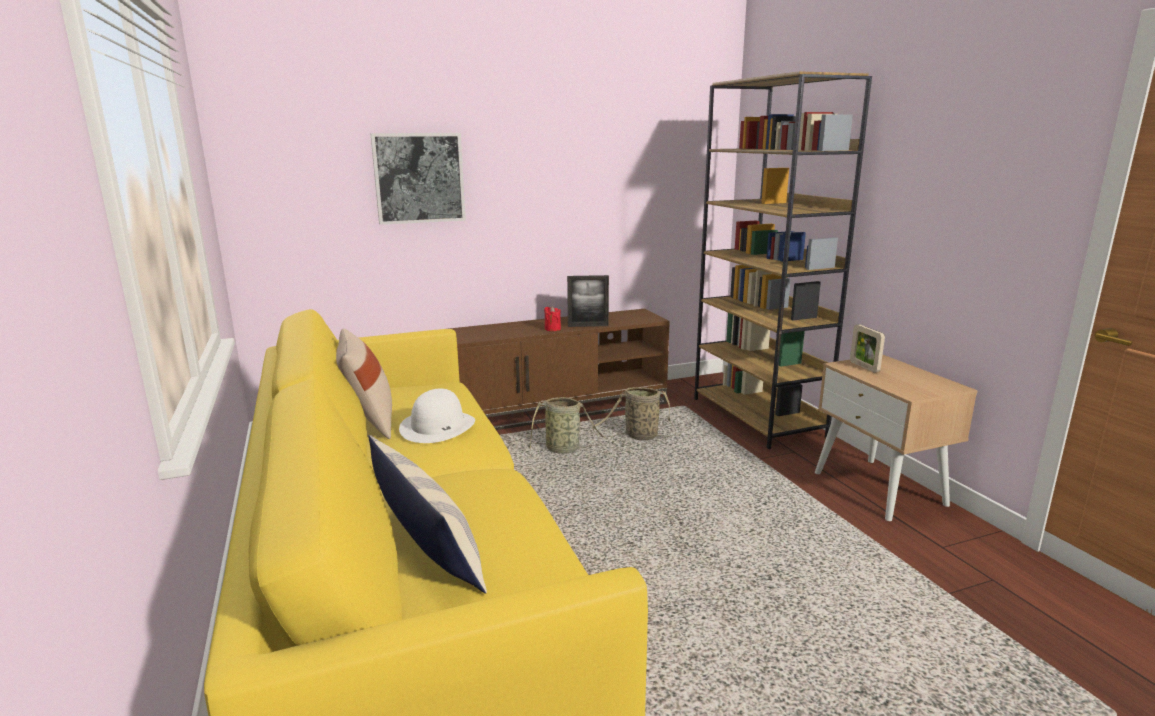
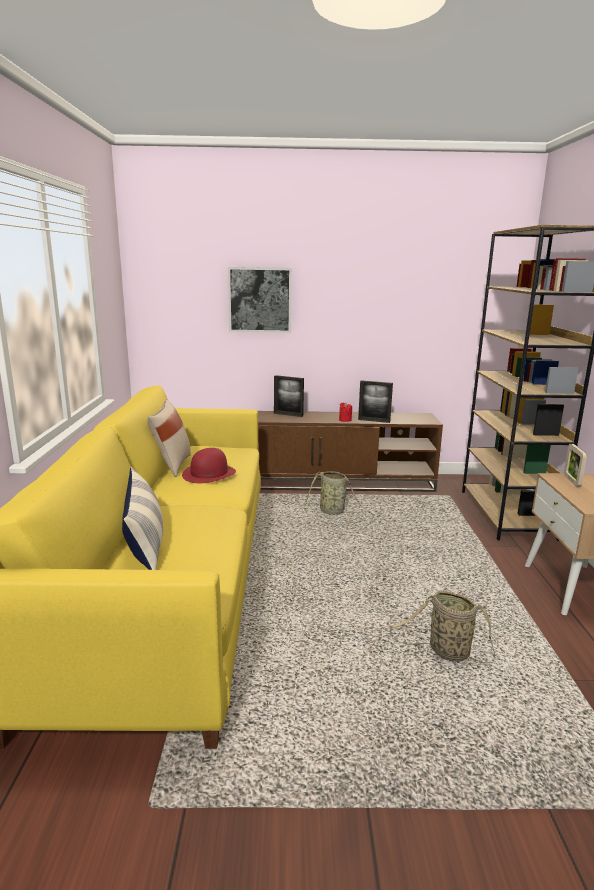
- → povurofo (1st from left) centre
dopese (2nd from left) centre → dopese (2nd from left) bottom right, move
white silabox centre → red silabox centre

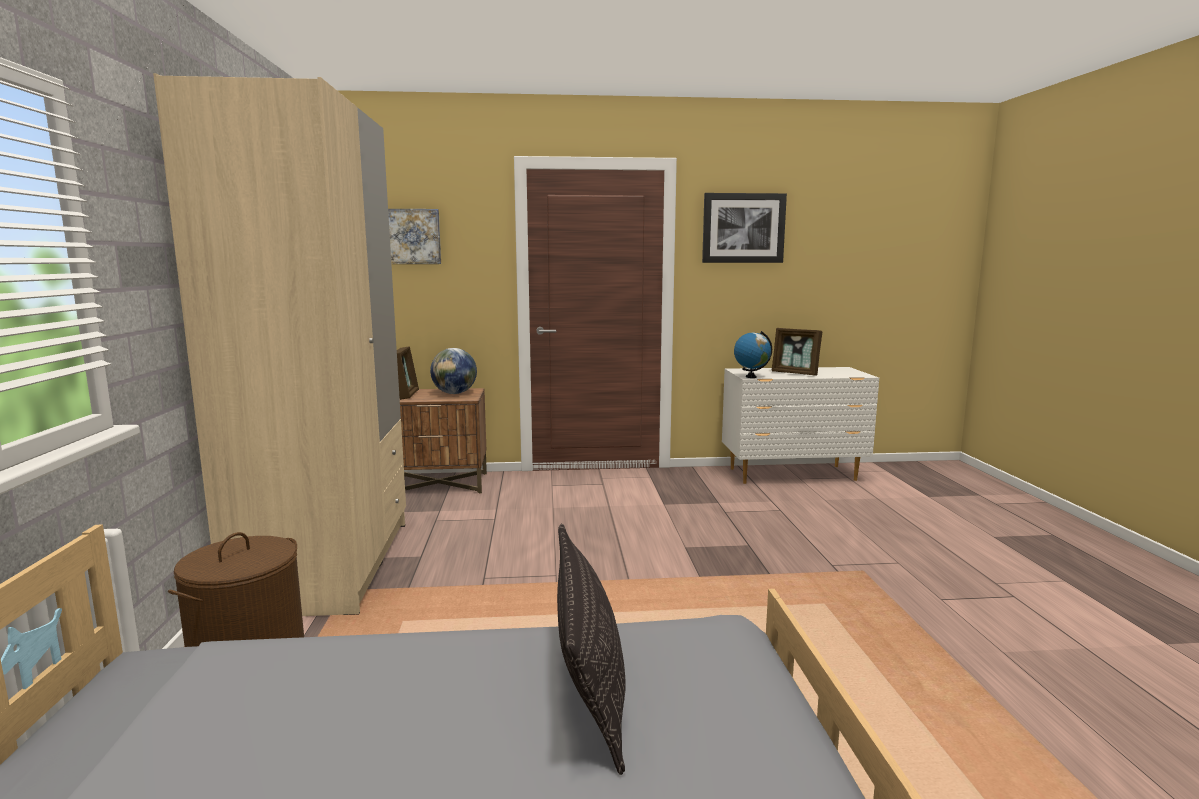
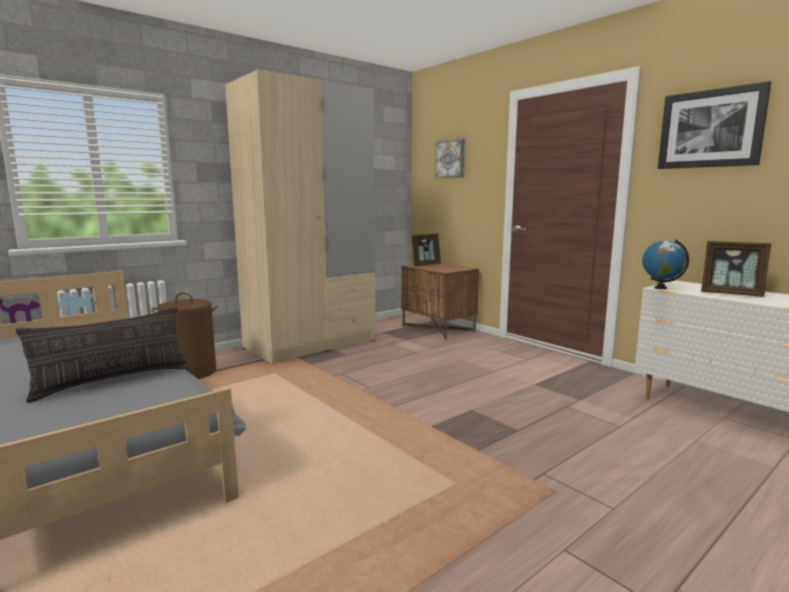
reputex (1st from left) centre → -
povurofo (2nd from left) centre → povurofo (2nd from left) middle right, 60 degrees counterclockwise

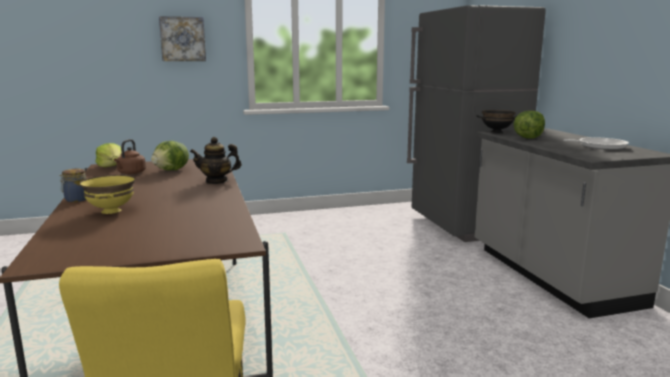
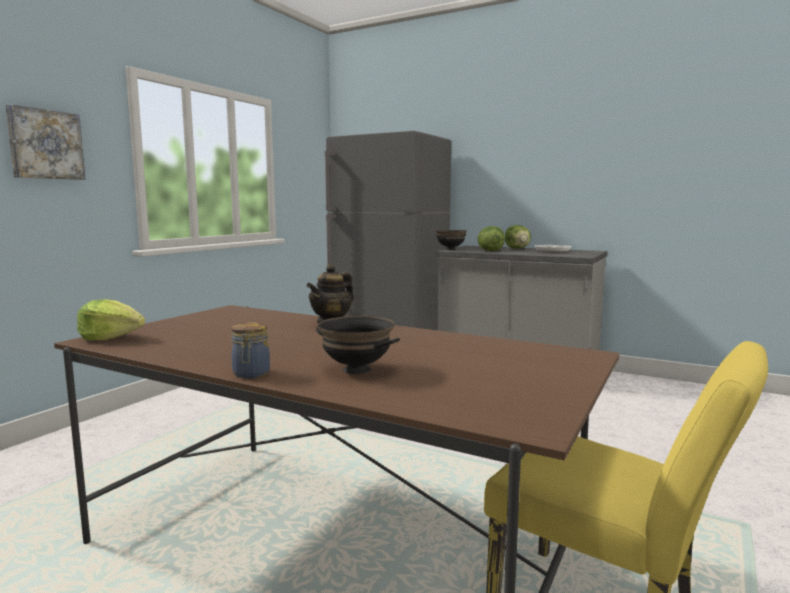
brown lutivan middle left → -
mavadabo (2nd from left in the first image) middle left → mavadabo (3rd from left) centre, move
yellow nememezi middle left → black nememezi (1st from left) centre

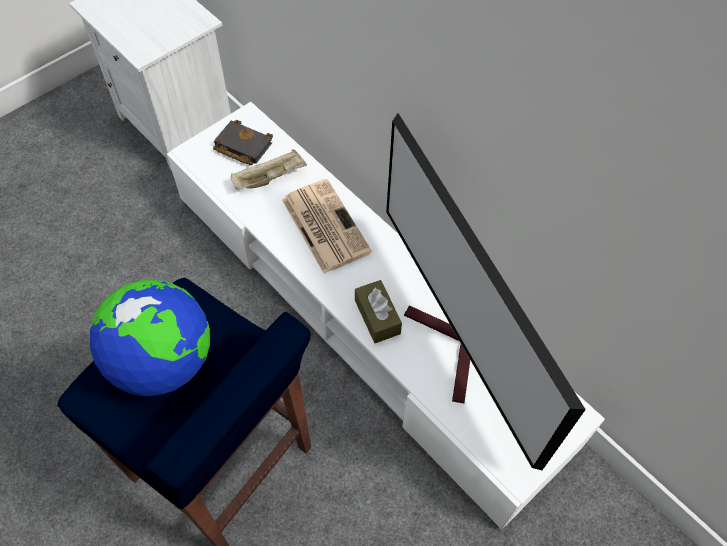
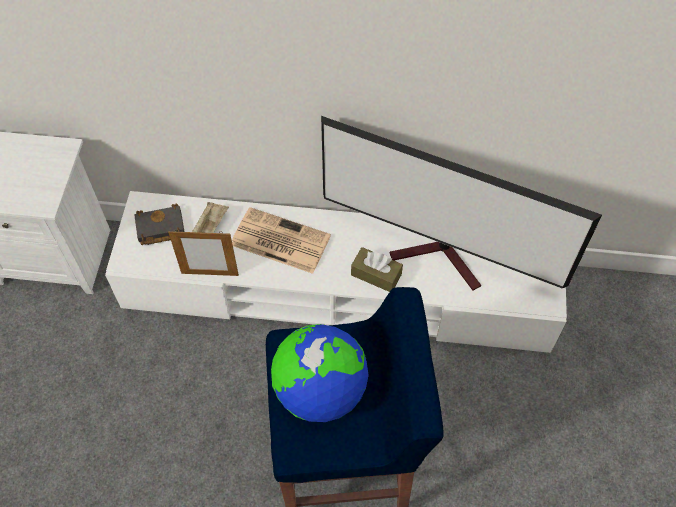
- → povurofo middle left

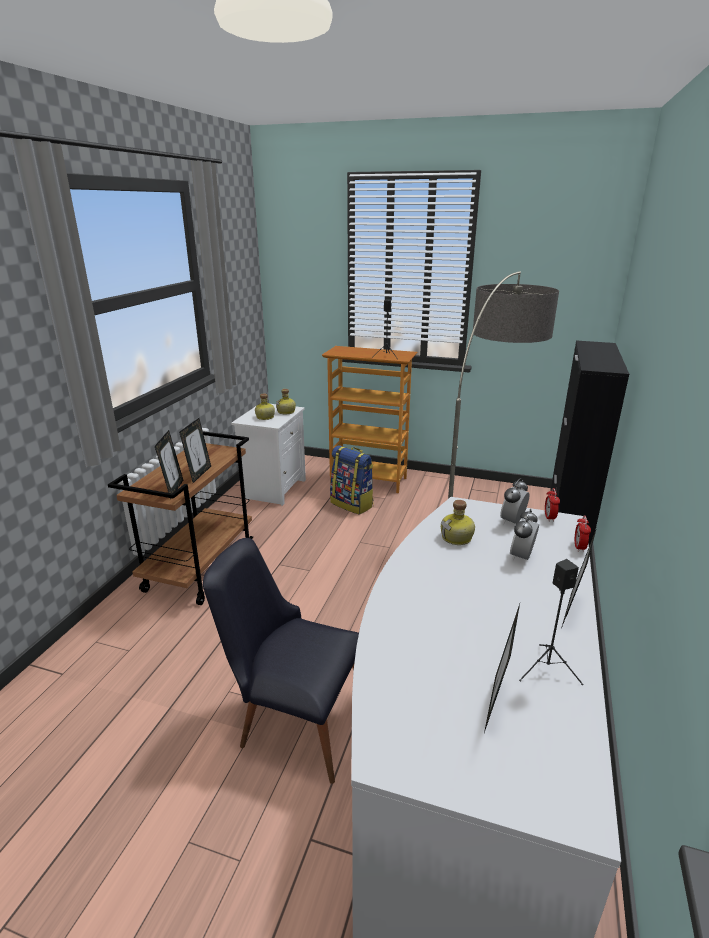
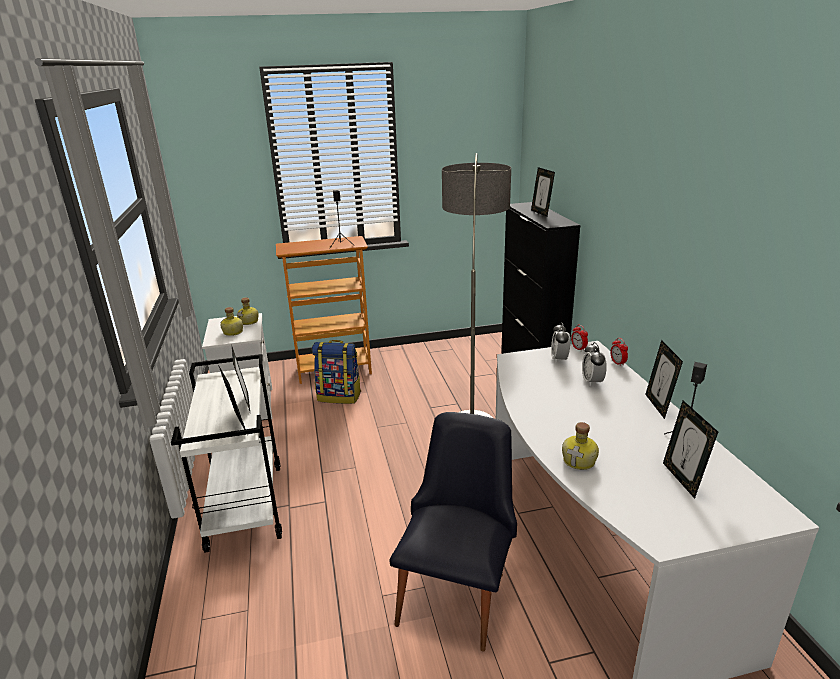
- → povurofo (3rd from left) top centre
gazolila (3rd from left) centre → gazolila (3rd from left) middle right, move
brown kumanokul middle left → white kumanokul bottom left
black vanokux bottom centre, 120 degrees clockwise

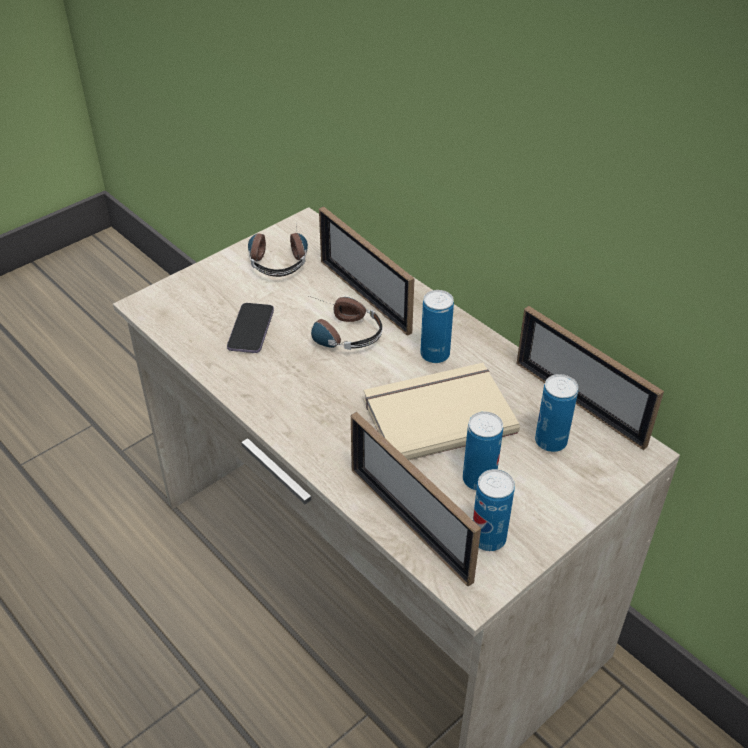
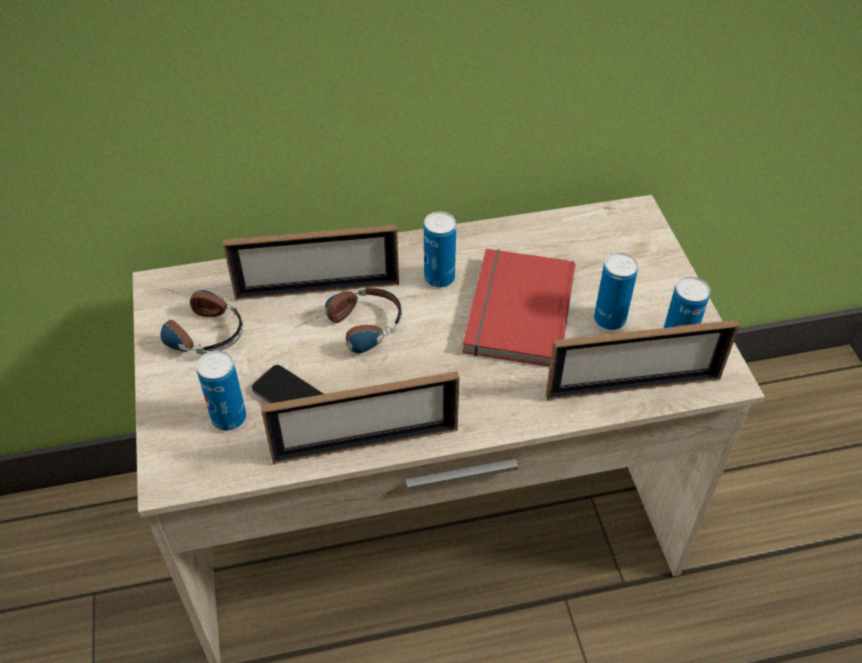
povurofo (3rd from left in the first image) middle right → povurofo (2nd from left) centre, move
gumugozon (4th from left in the first image) middle right → gumugozon (1st from left) middle left, move
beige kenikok centre → red kenikok centre

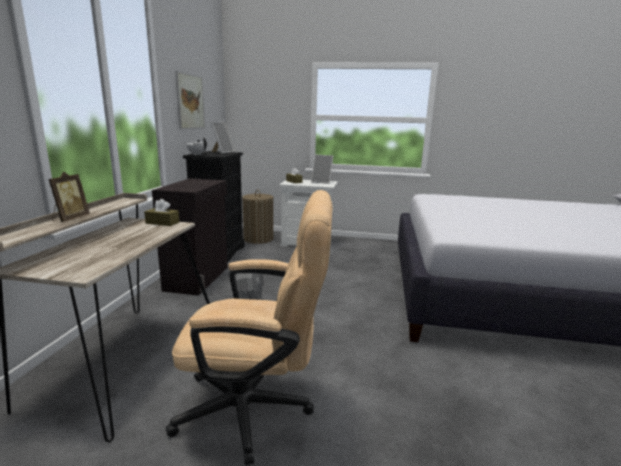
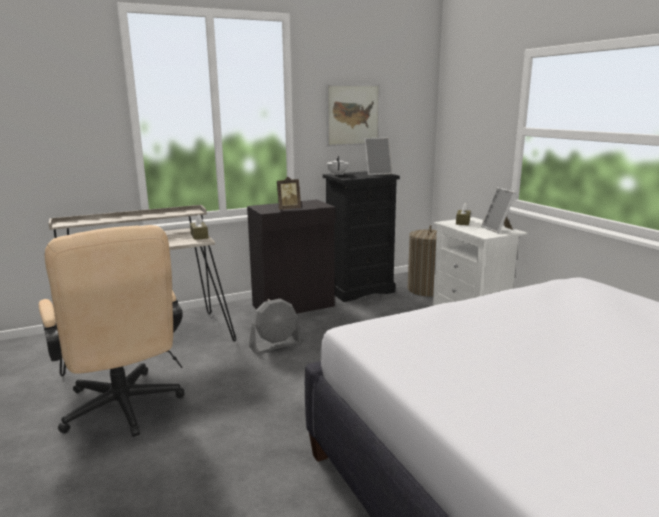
povurofo (1st from left) middle left → povurofo (1st from left) centre, move

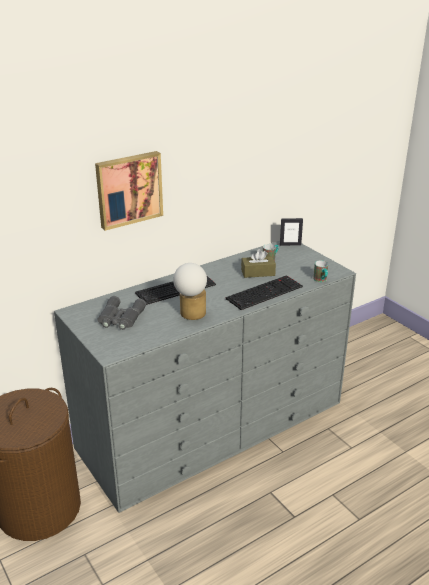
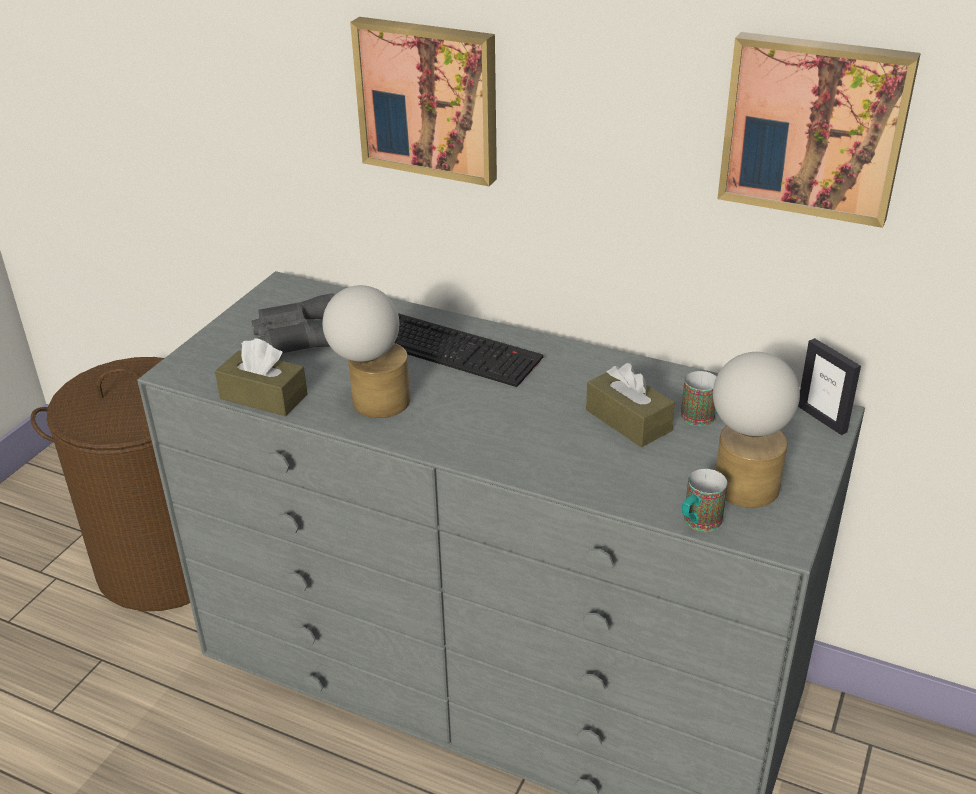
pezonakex (2nd from left) centre → -
- → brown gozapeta (1st from left) middle left
- → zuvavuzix (2nd from left) middle right
- → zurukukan (2nd from left) top right

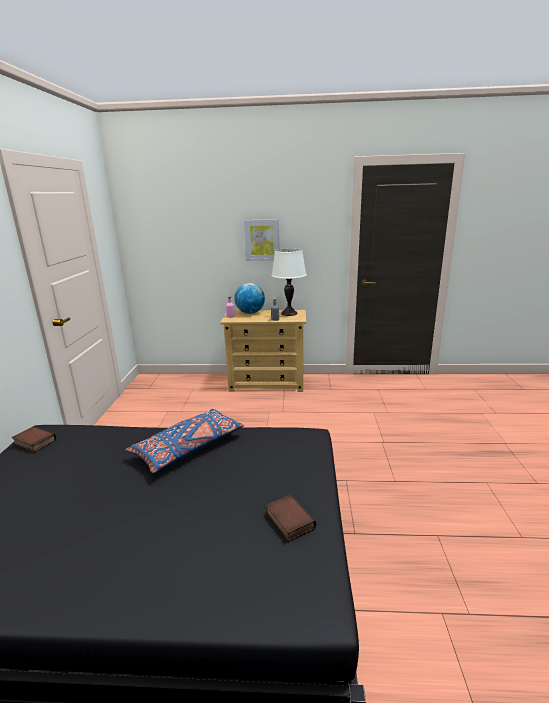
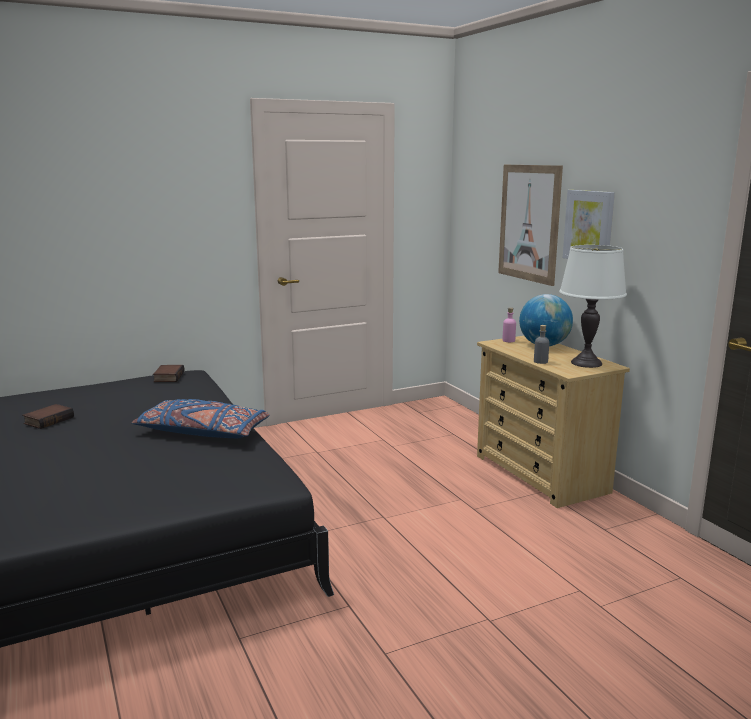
- → zurukukan (1st from left) top right
kenikok (2nd from left in the first image) bottom centre → kenikok (1st from left) middle left, move

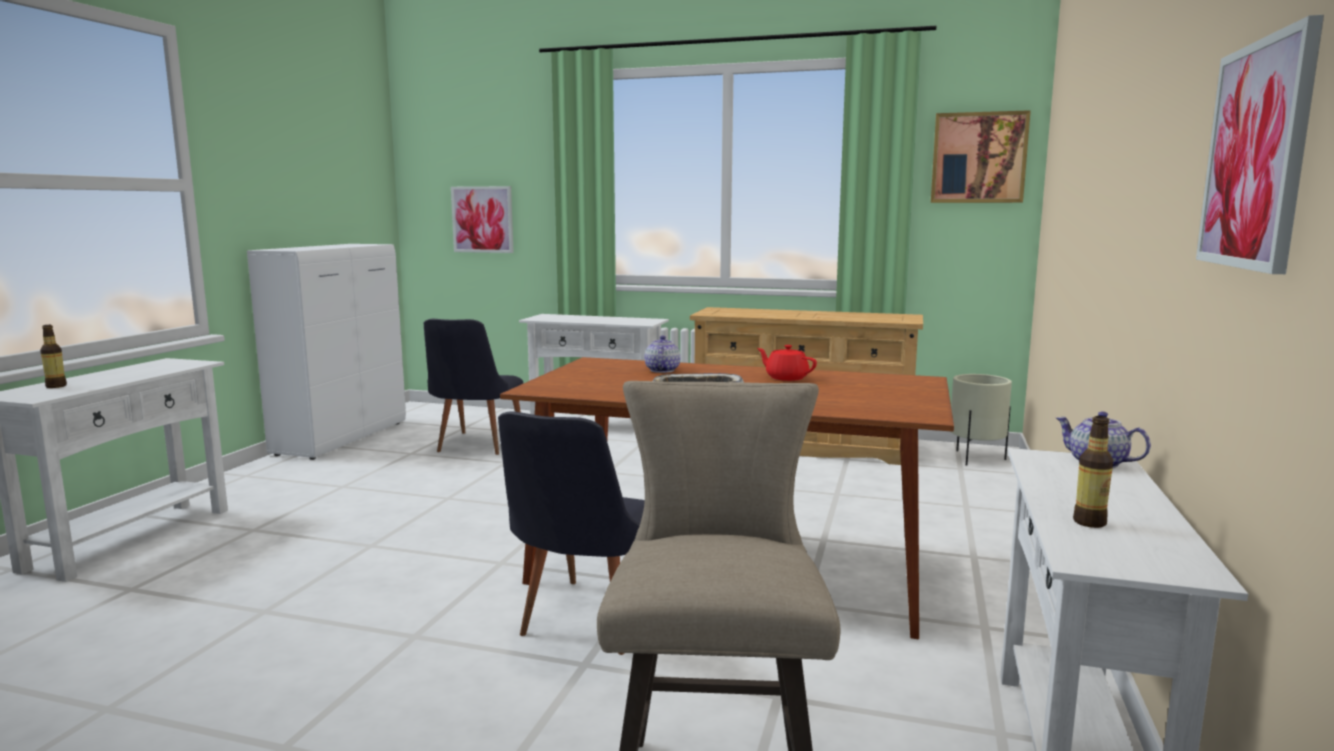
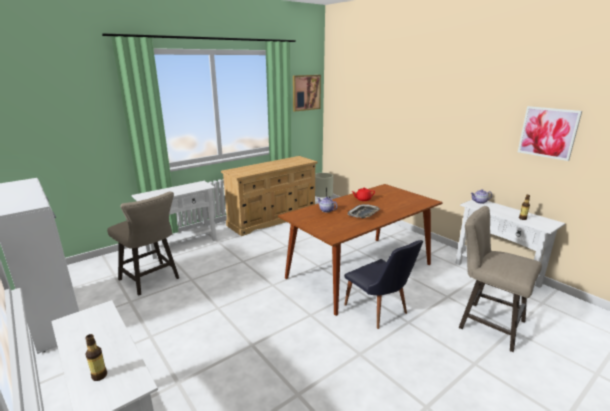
zurukukan (1st from left) top centre → -
black vanokux (1st from left) centre → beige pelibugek (1st from left) middle left

